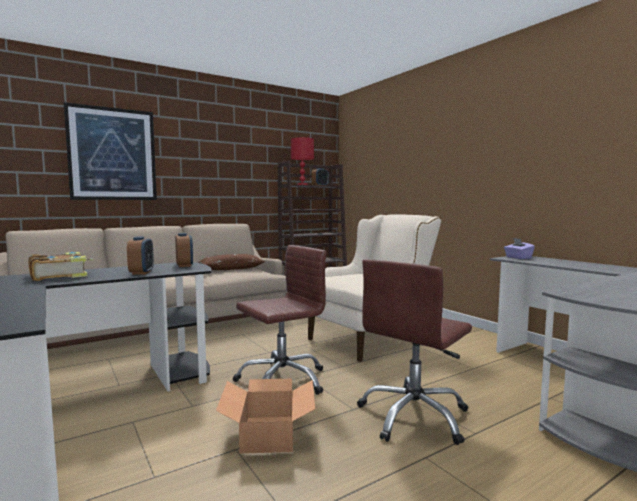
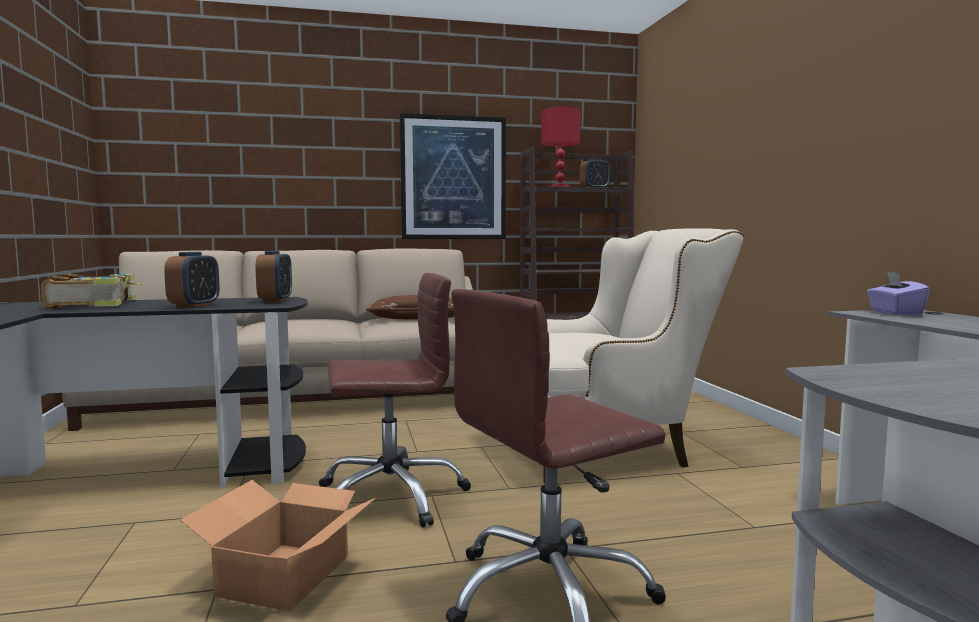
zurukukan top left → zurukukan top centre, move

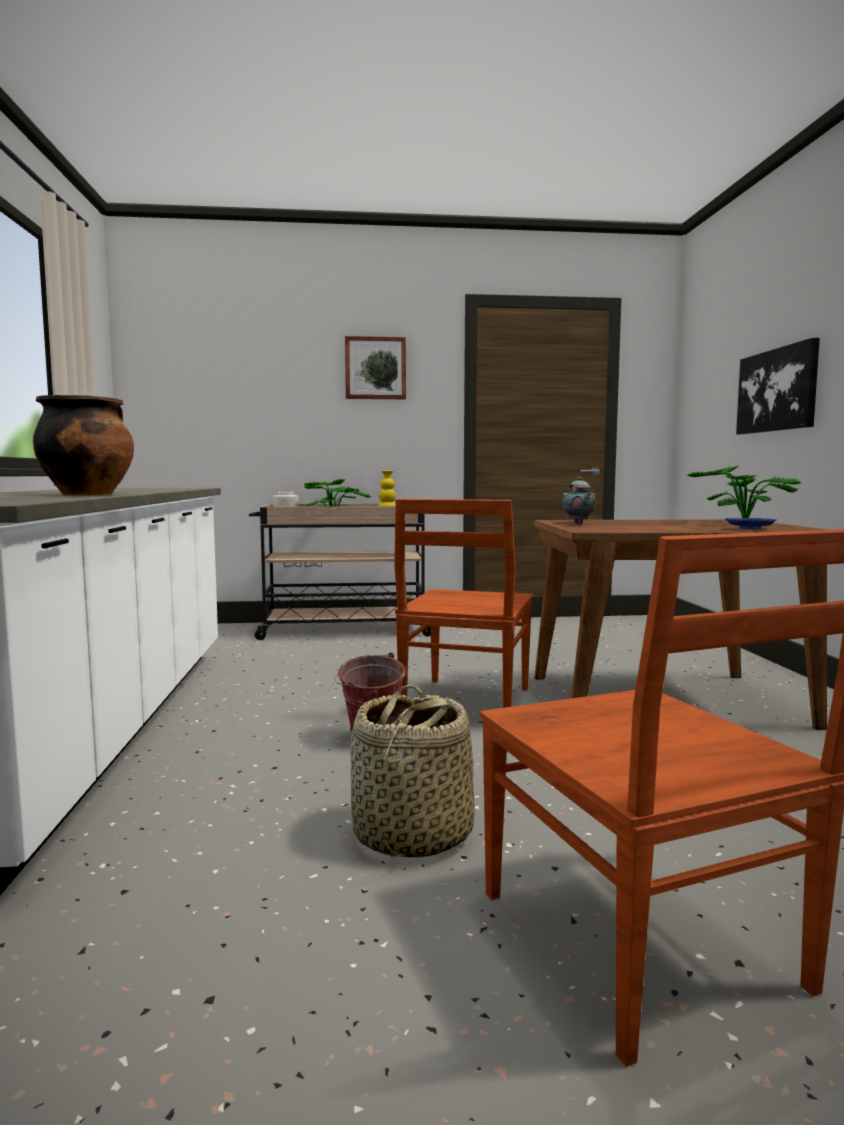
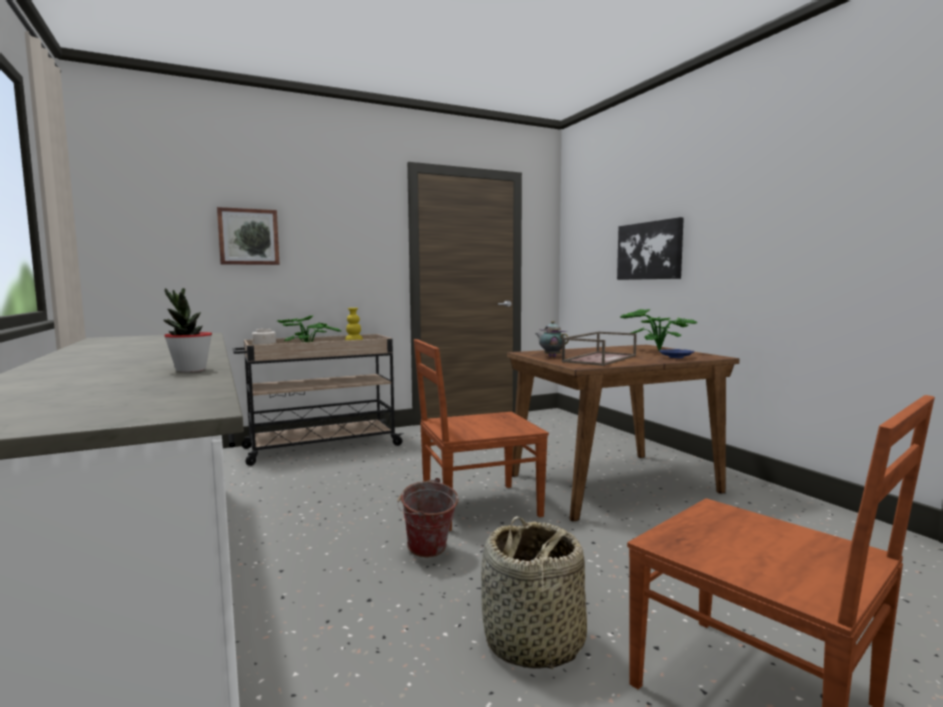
- → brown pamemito centre
zurukukan (1st from left) top centre → zurukukan (1st from left) middle left, move
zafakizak middle left → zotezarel (1st from left) middle left
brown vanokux (1st from left) centre, 75 degrees clockwise

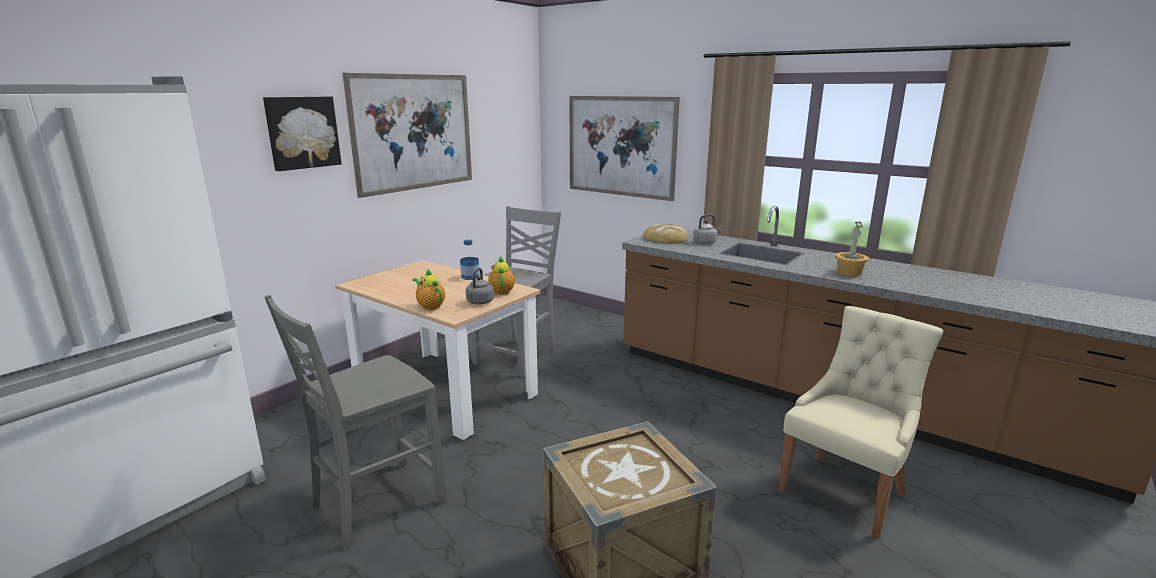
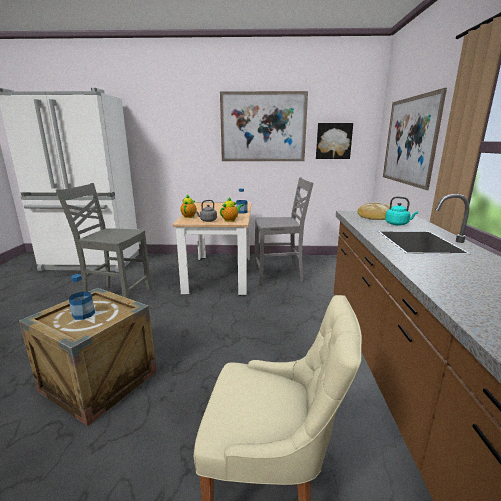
zotezarel middle right → -
- → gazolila (1st from left) middle left
zurukukan (1st from left in the first image) top left → zurukukan (2nd from left) top right, move
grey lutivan (2nd from left) centre → turquoise lutivan middle right

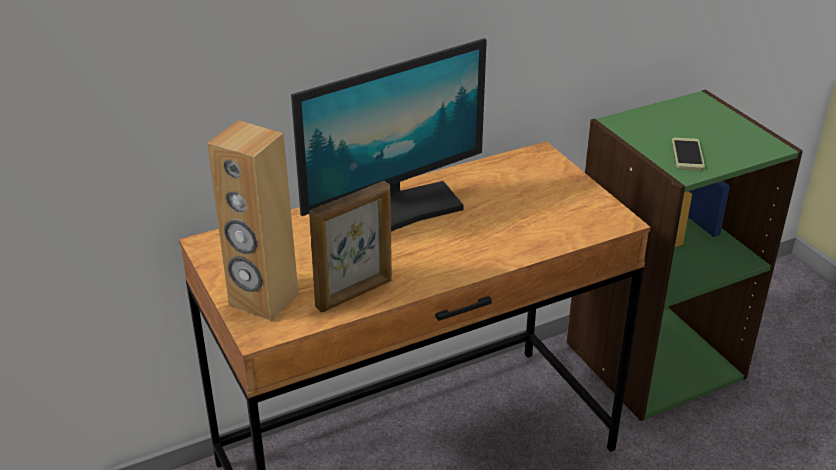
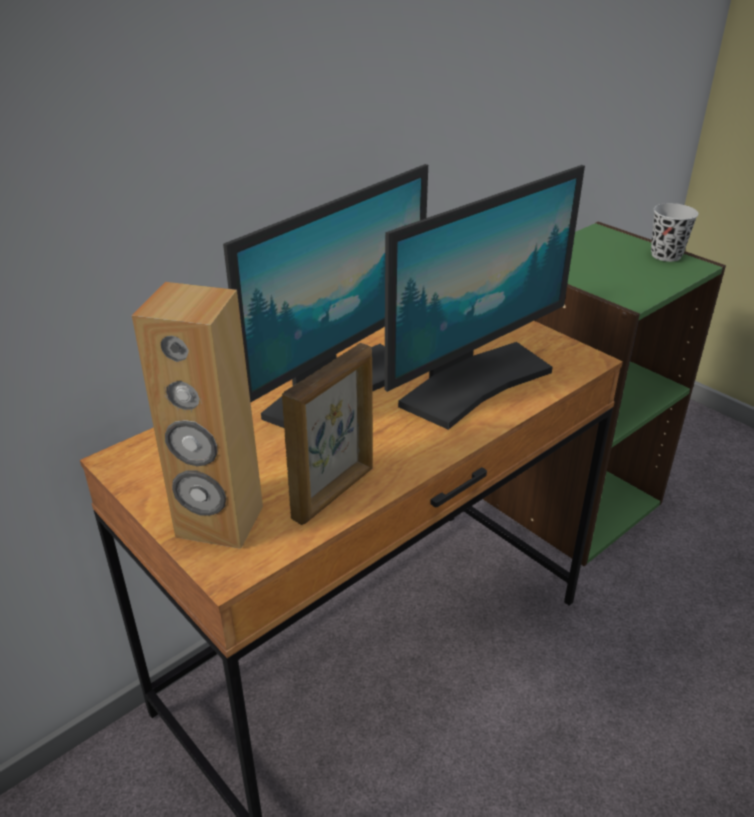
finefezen top right → -
- → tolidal (2nd from left) centre
- → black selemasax top right

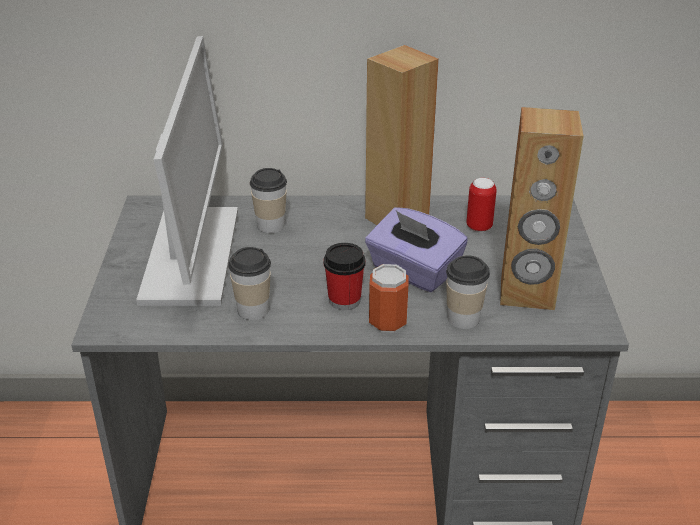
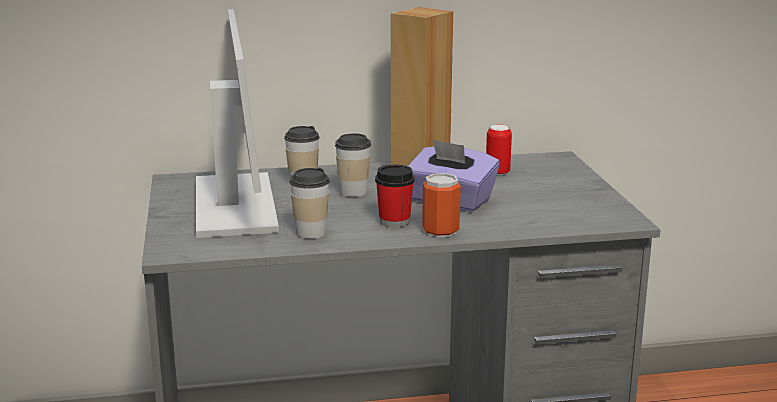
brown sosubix (2nd from left) middle right → -
selemasax (4th from left in the first image) middle right → selemasax (3rd from left) centre, move

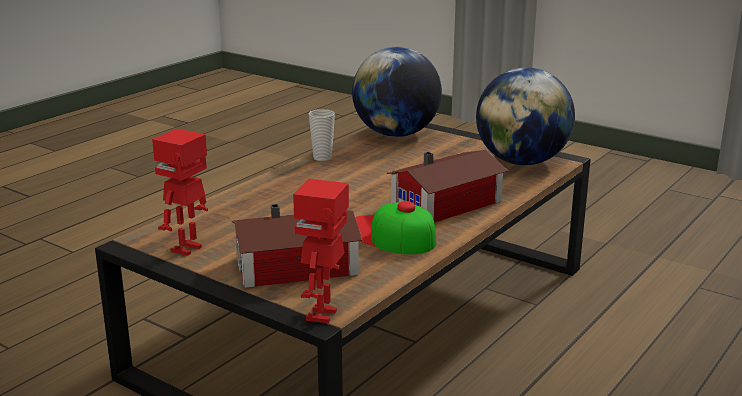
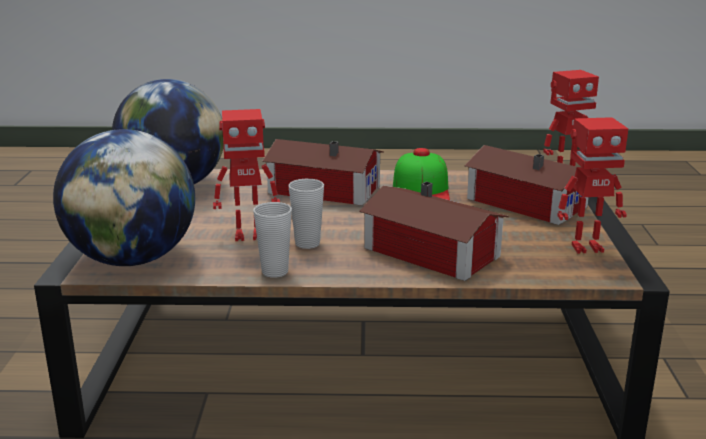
- → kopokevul (1st from left) centre
- → selemasax (2nd from left) centre
- → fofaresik (2nd from left) centre

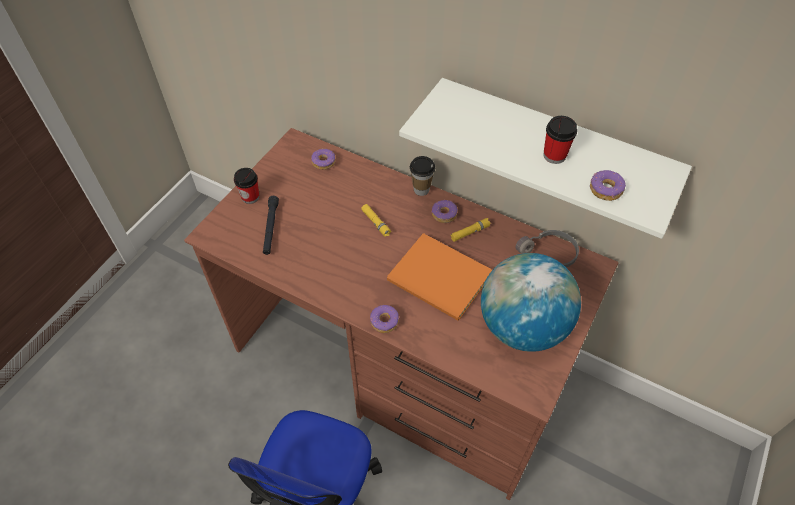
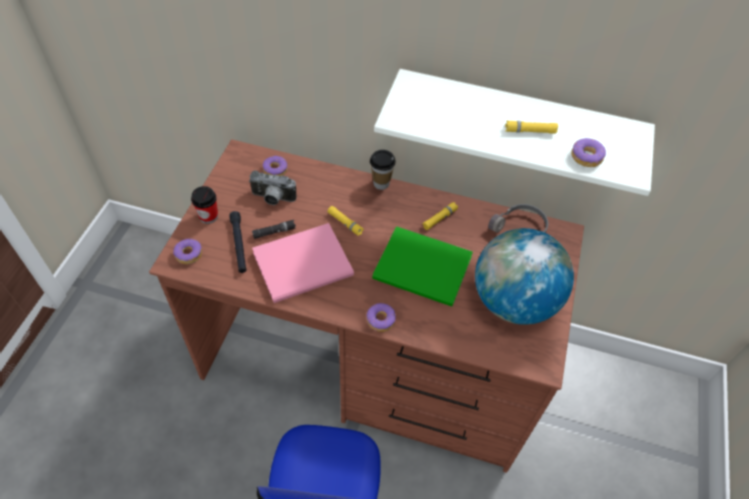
- → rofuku centre
- → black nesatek (2nd from left) centre
- → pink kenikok centre
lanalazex (3rd from left in the first image) centre → lanalazex (1st from left) middle left, move
selemasax (3rd from left) top right → yellow nesatek (3rd from left) top right
orange kenikok centre → green kenikok centre

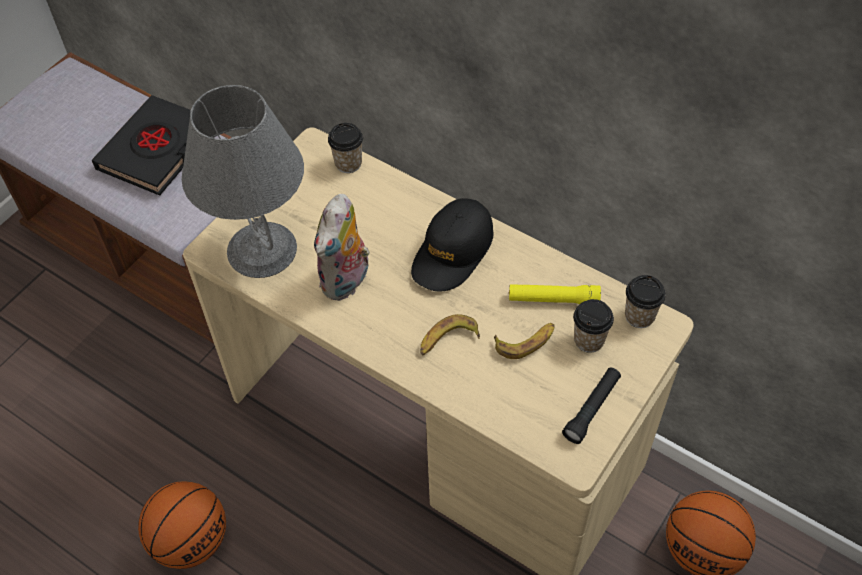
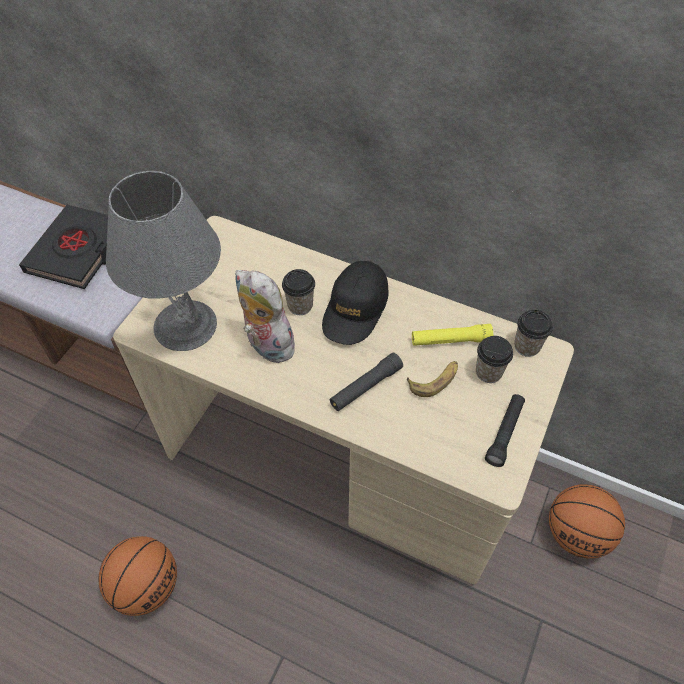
selemasax (1st from left) top centre → selemasax (1st from left) centre, move
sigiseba (1st from left) centre → black nesatek (1st from left) centre
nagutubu centre, 120 degrees clockwise

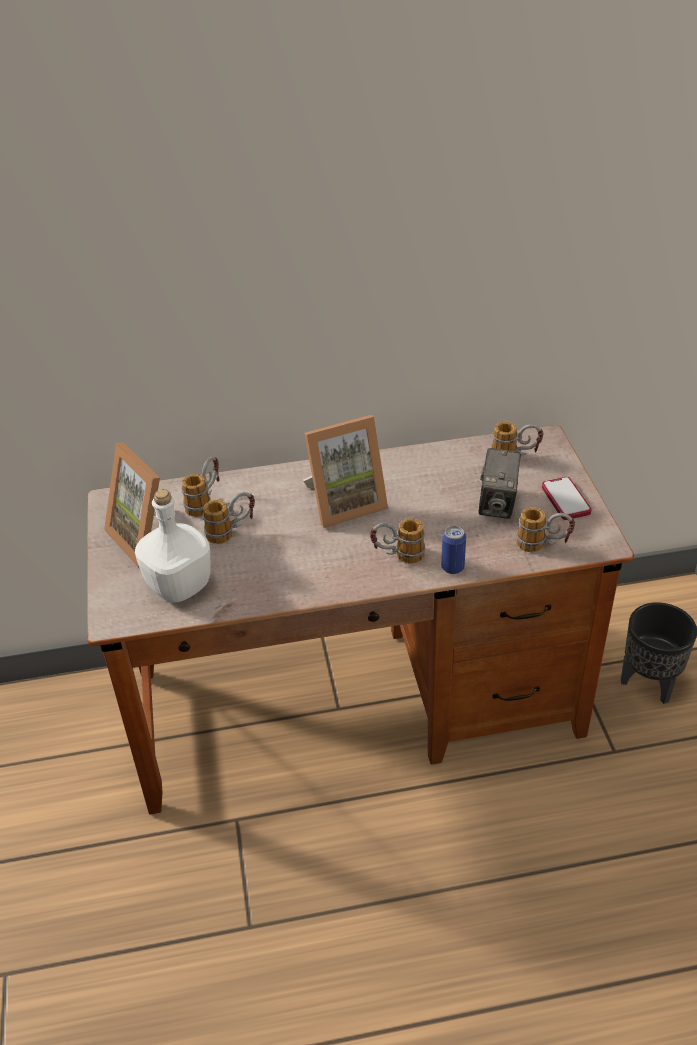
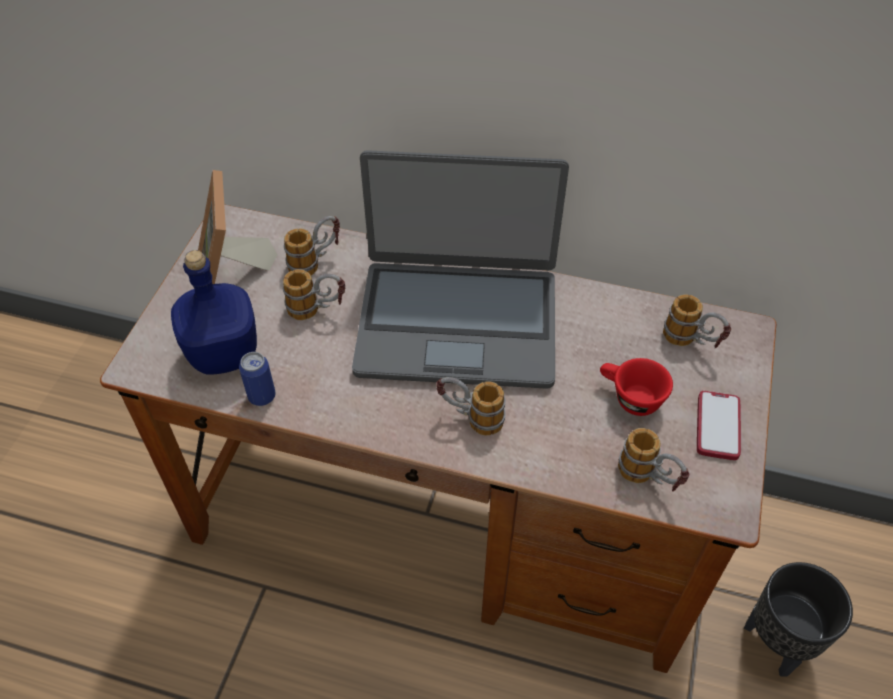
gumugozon centre → gumugozon middle left, move
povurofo (2nd from left) centre → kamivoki centre
rofuku middle right → red selemasax middle right
white gazolila middle left → blue gazolila middle left

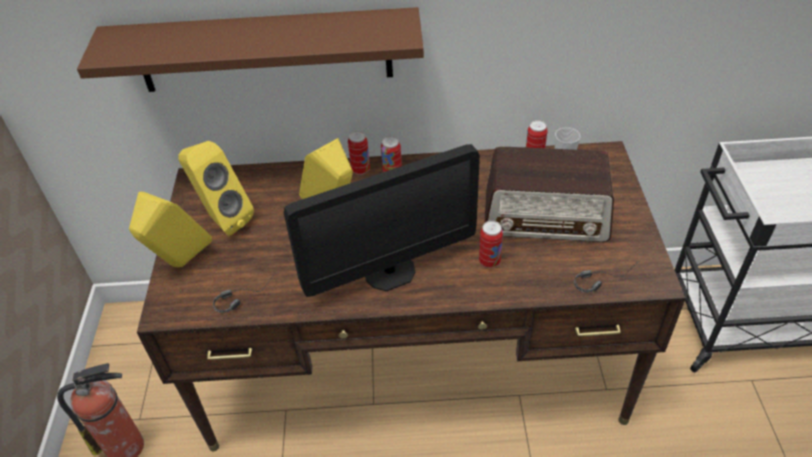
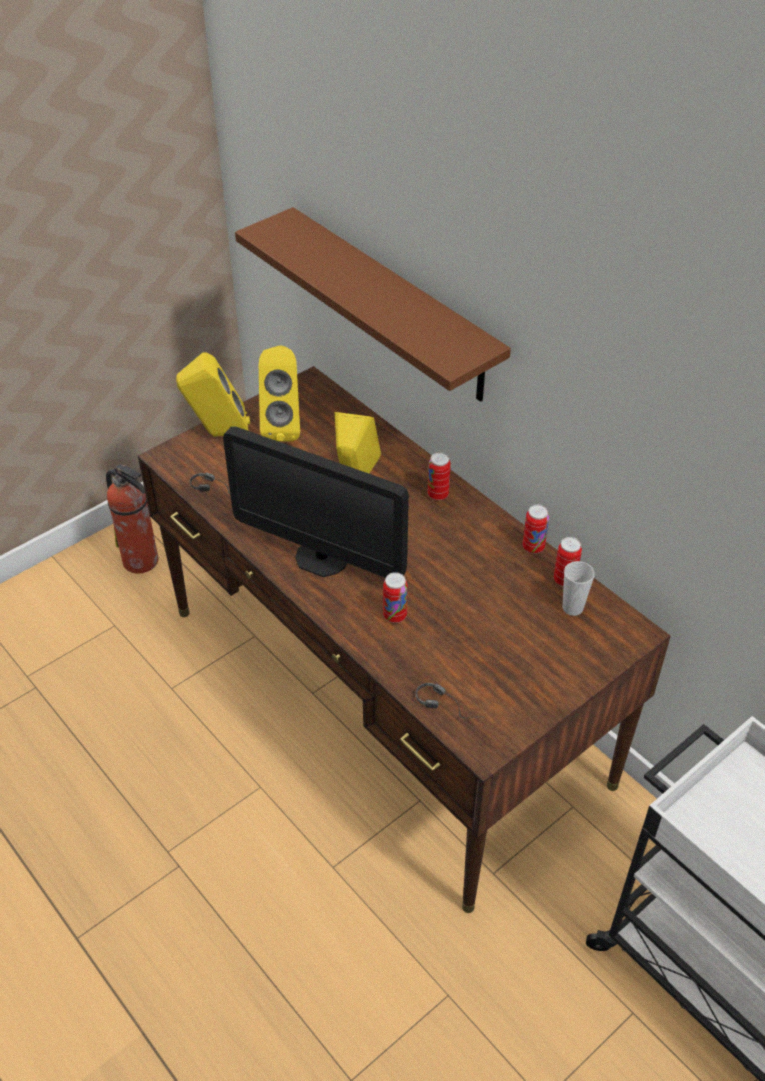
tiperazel middle right → -
gumugozon (1st from left in the first image) centre → gumugozon (3rd from left) middle right, move

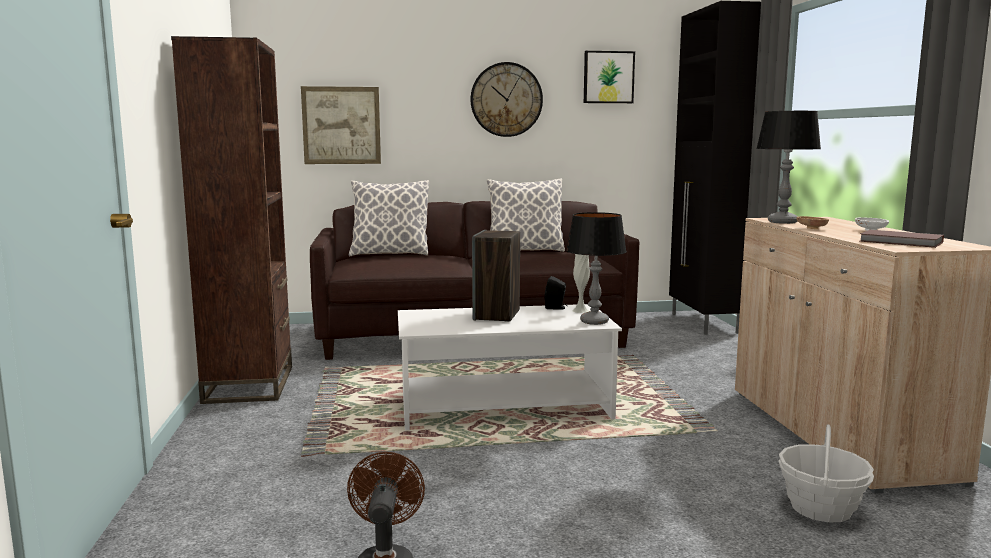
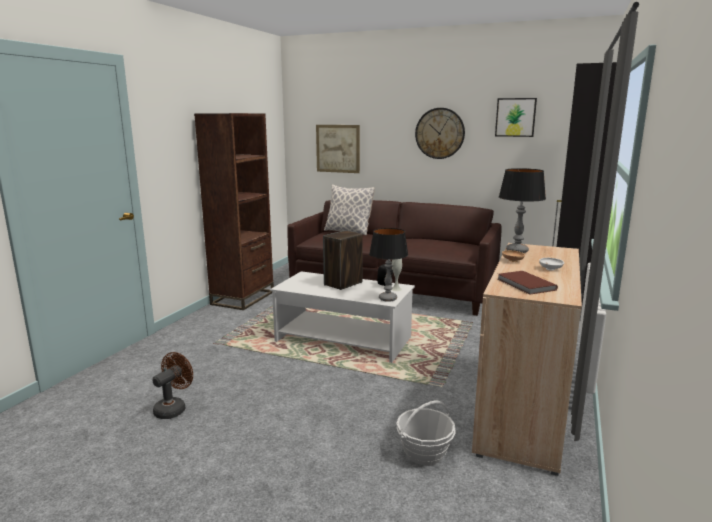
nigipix (2nd from left) centre → -

